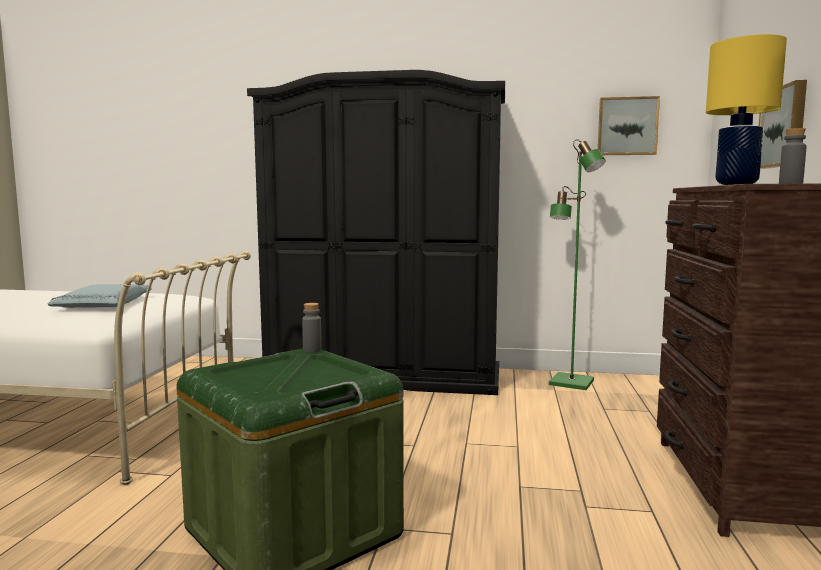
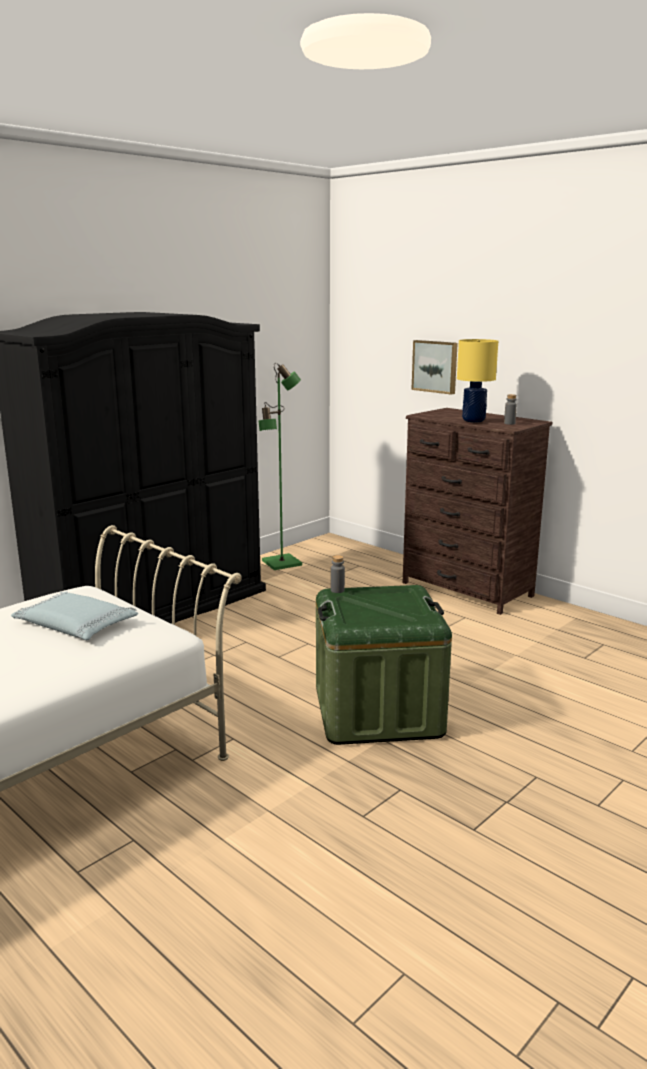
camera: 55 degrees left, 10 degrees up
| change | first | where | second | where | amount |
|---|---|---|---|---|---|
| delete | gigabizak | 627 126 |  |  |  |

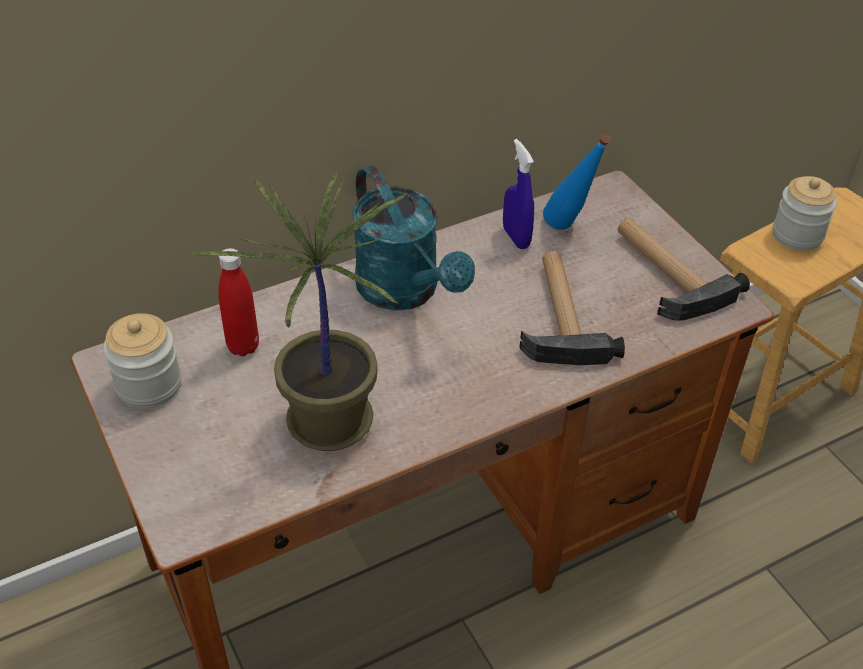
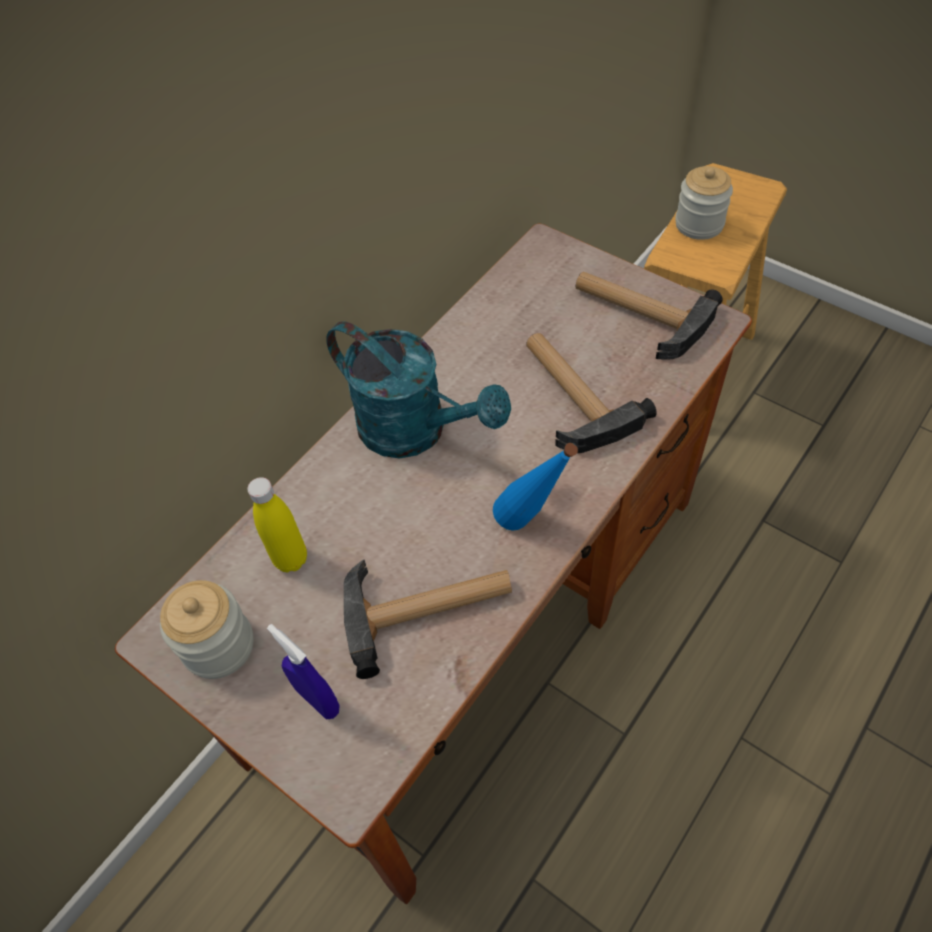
camera: 20 degrees left, 10 degrees up
| change | first | where | second | where | amount |
|---|---|---|---|---|---|
| move | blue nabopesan | 569 231 |  | 531 525 |  |
| move | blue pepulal | 516 238 |  | 317 699 |  |
| replace | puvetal | 331 425 | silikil | 428 607 |  |
| recolor | red nabopesan | 243 346 | yellow nabopesan | 291 559 |  |

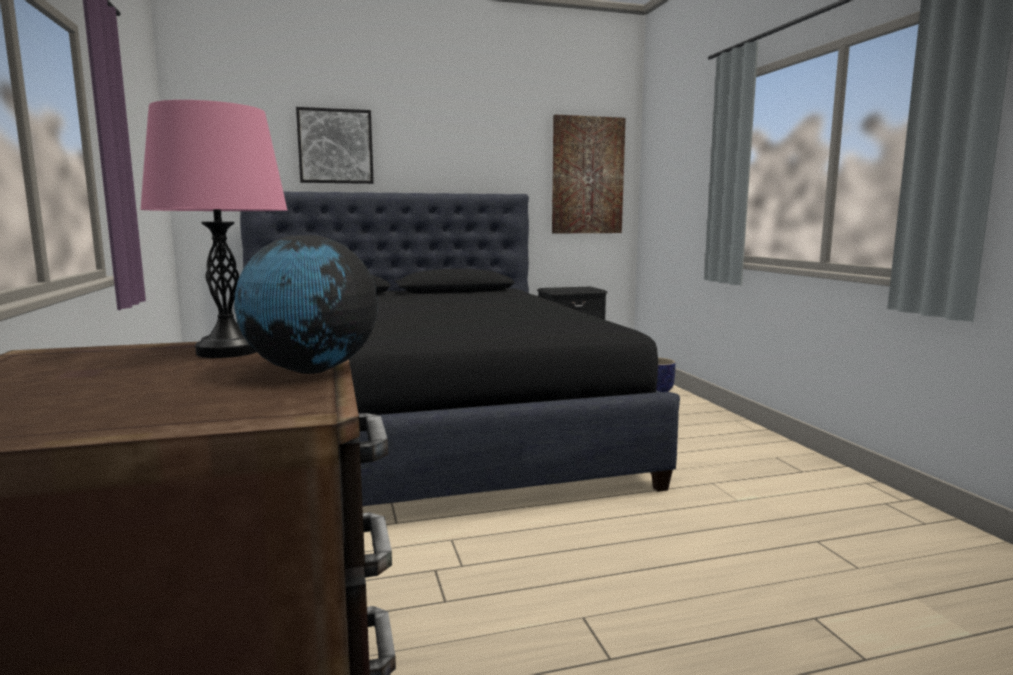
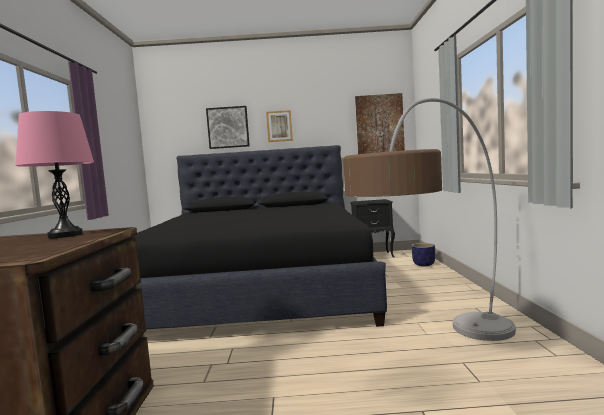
camera: 15 degrees right, 5 degrees down
| change | first | where | second | where | amount |
|---|---|---|---|---|---|
| delete | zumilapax | 311 370 |  |  |  |
| insert |  |  | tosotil | 440 356 |  |
| insert |  |  | gigabizak | 279 126 |  |

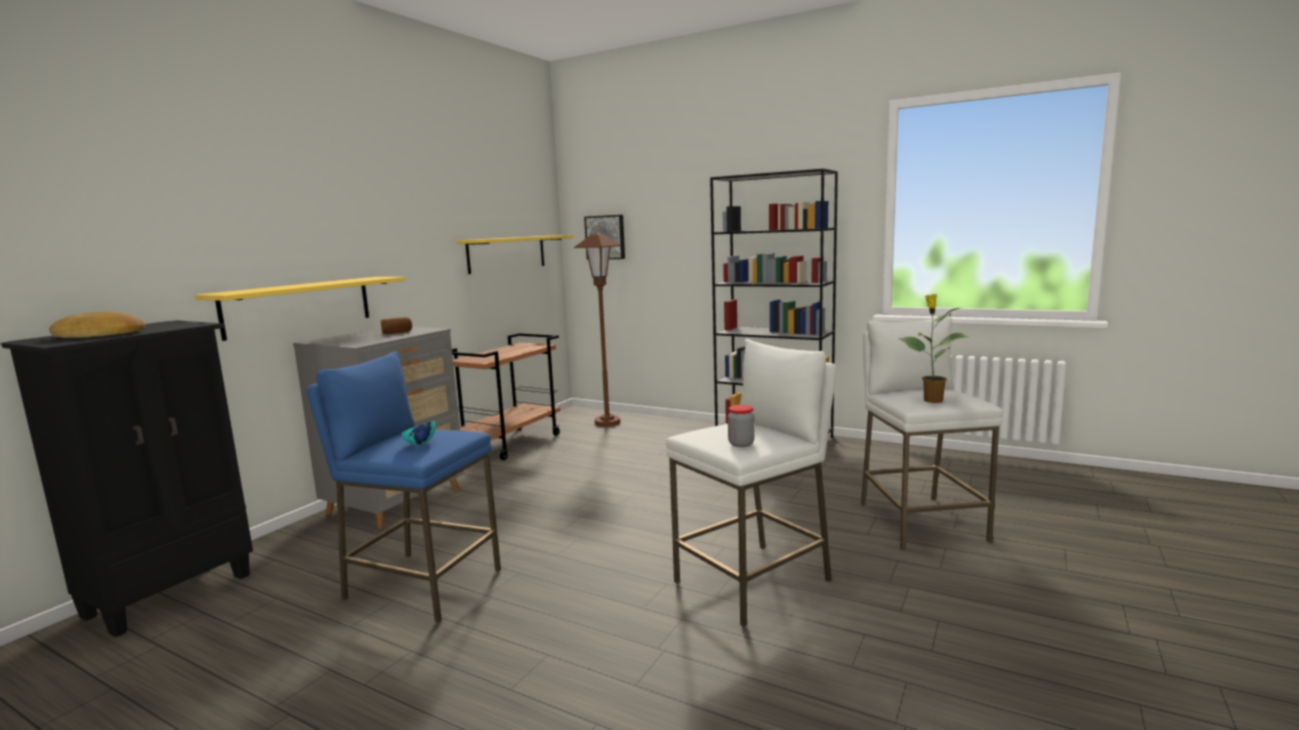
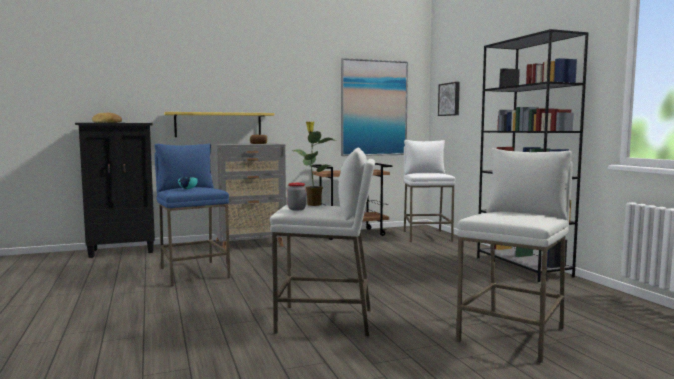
camera: 40 degrees right, 5 degrees down
| change | first | where | second | where | amount |
|---|---|---|---|---|---|
| replace | brown tosotil | 607 422 | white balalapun | 426 236 |  |
| replace | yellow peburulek | 507 253 | gigabizak | 374 108 |  |
| move | puvetal | 931 400 |  | 313 204 |  |

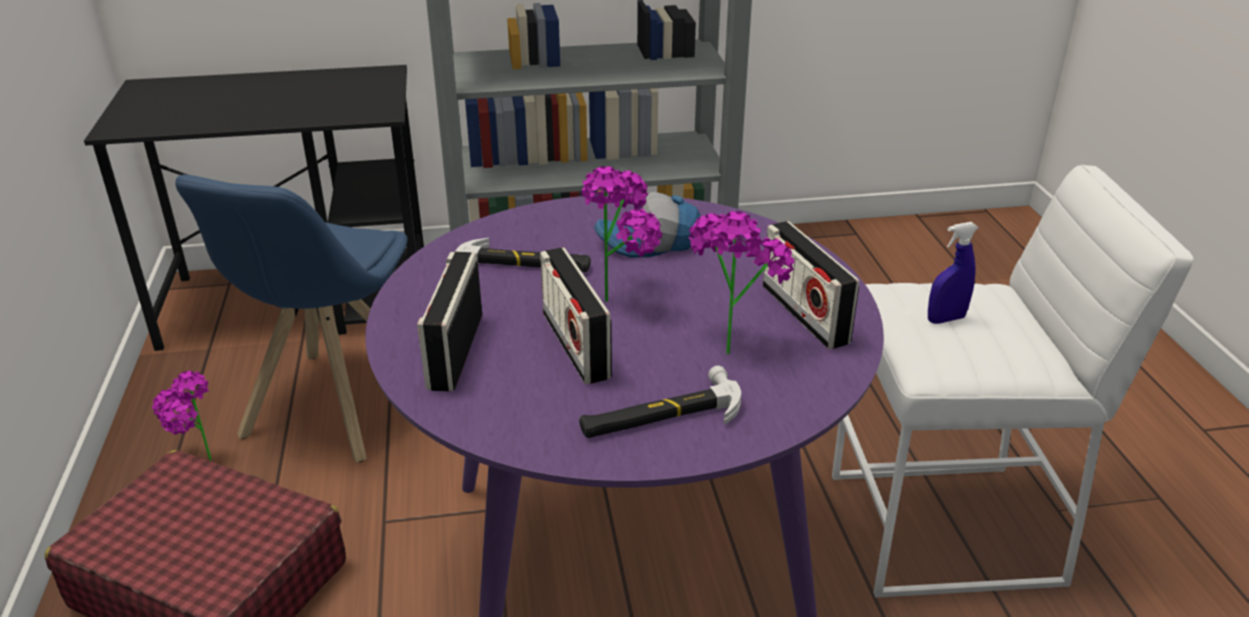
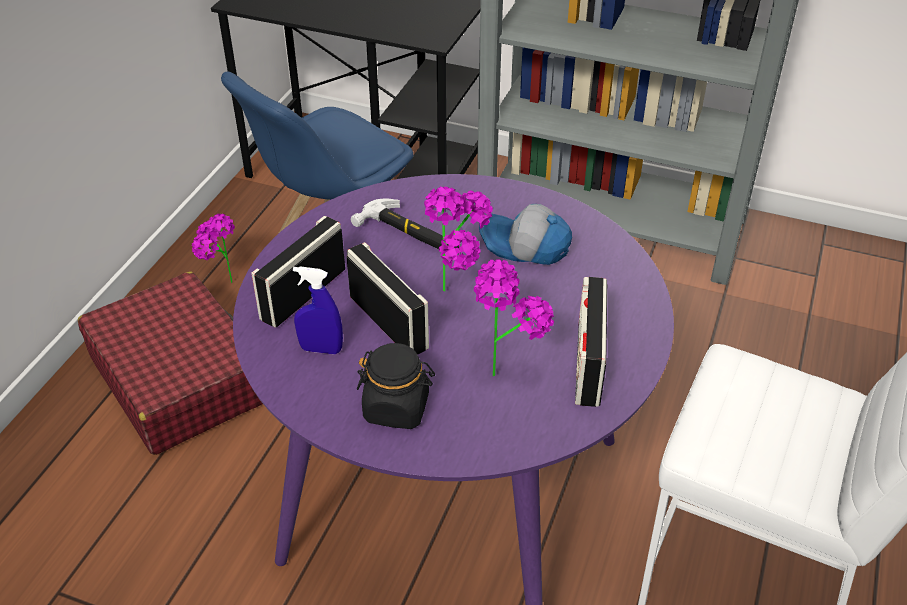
camera: 30 degrees right, 10 degrees up
| change | first | where | second | where | amount |
|---|---|---|---|---|---|
| move | blue pepulal | 945 319 |  | 321 349 |  |
| rotate | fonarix | 575 345 |  | 388 322 | 135 degrees clockwise |
| replace | silikil | 661 415 | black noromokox | 397 408 |  |

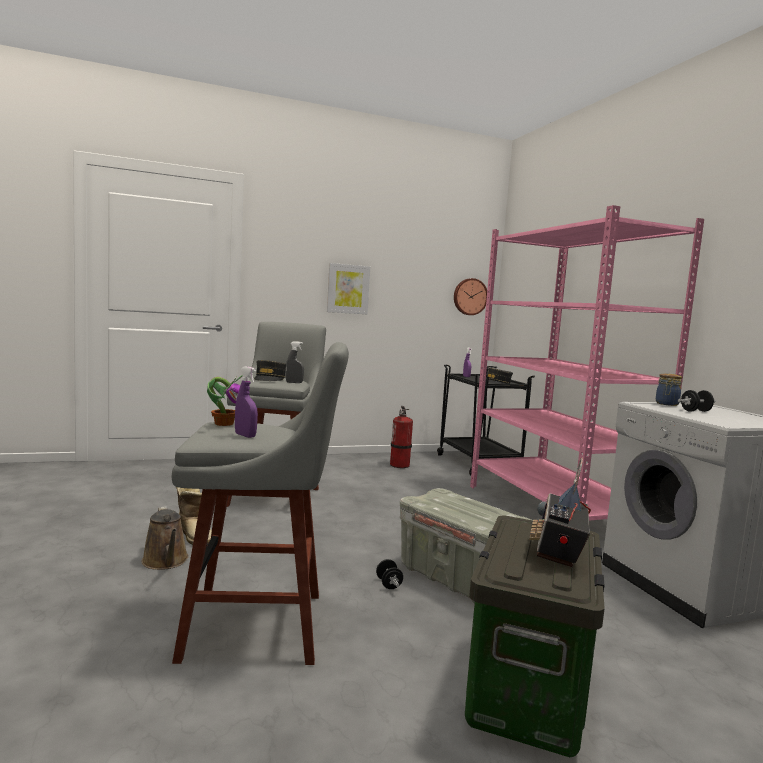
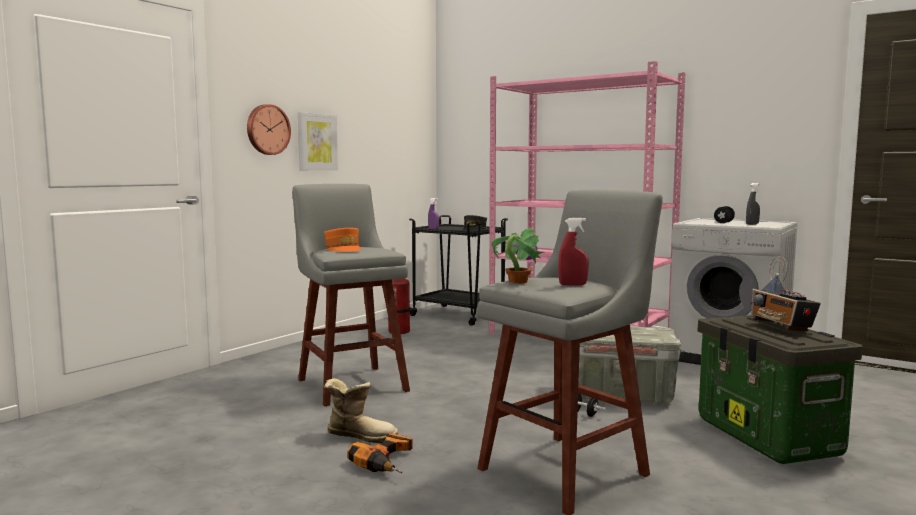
camera: 35 degrees left, 0 degrees up
| change | first | where | second | where | amount |
|---|---|---|---|---|---|
| move | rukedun | 469 296 |  | 267 129 |  |
| move | grey pepulal | 294 382 |  | 752 224 |  |
| recolor | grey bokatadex | 269 378 | orange bokatadex | 343 249 |  |
| recolor | purple pepulal | 245 435 | red pepulal | 572 285 |  |
| delete | noromokox | 666 404 |  |  |  |
| replace | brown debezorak | 166 561 | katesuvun | 388 462 |  |

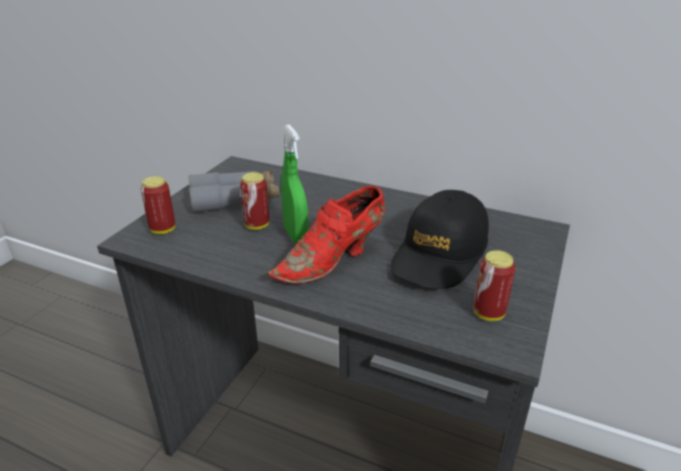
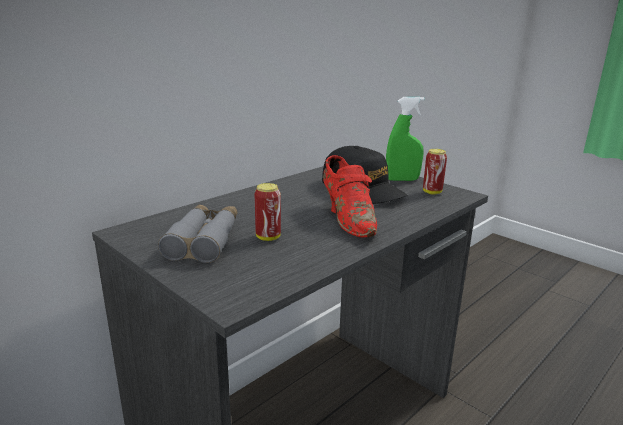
camera: 70 degrees left, 10 degrees down
| change | first | where | second | where | amount |
|---|---|---|---|---|---|
| move | green pepulal | 295 236 |  | 402 180 |  |
| delete | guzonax | 163 230 |  |  |  |

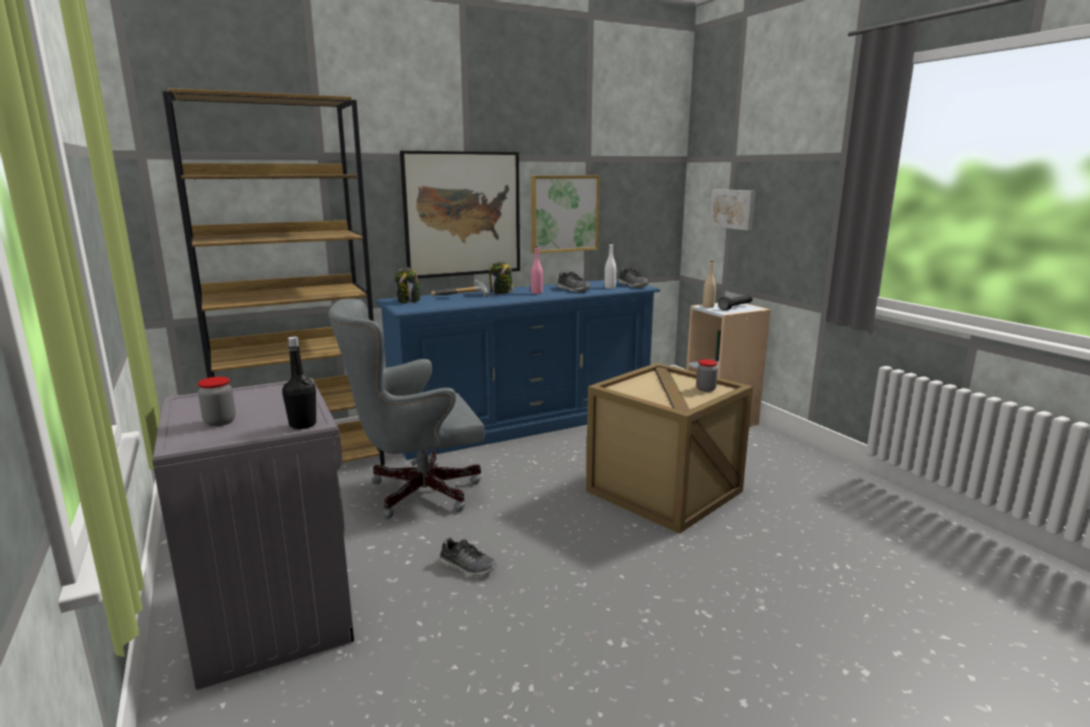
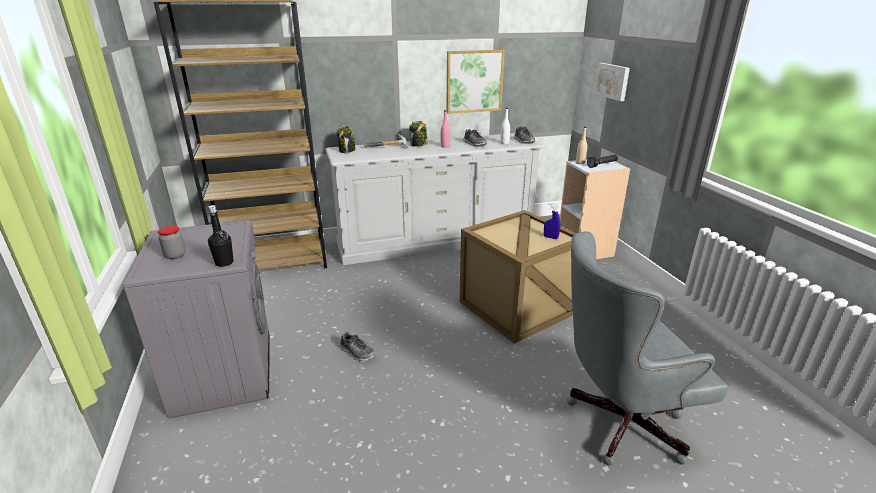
camera: 10 degrees right, 10 degrees up
| change | first | where | second | where | amount |
|---|---|---|---|---|---|
| delete | gigabizak | 462 214 |  |  |  |
| recolor | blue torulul | 526 422 | white torulul | 436 241 |  |
| move | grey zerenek | 416 493 |  | 619 426 |  |
| replace | noromokox | 706 389 | blue pepulal | 550 237 |  |

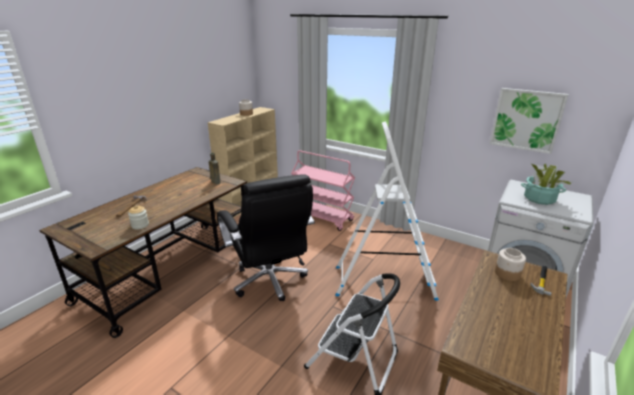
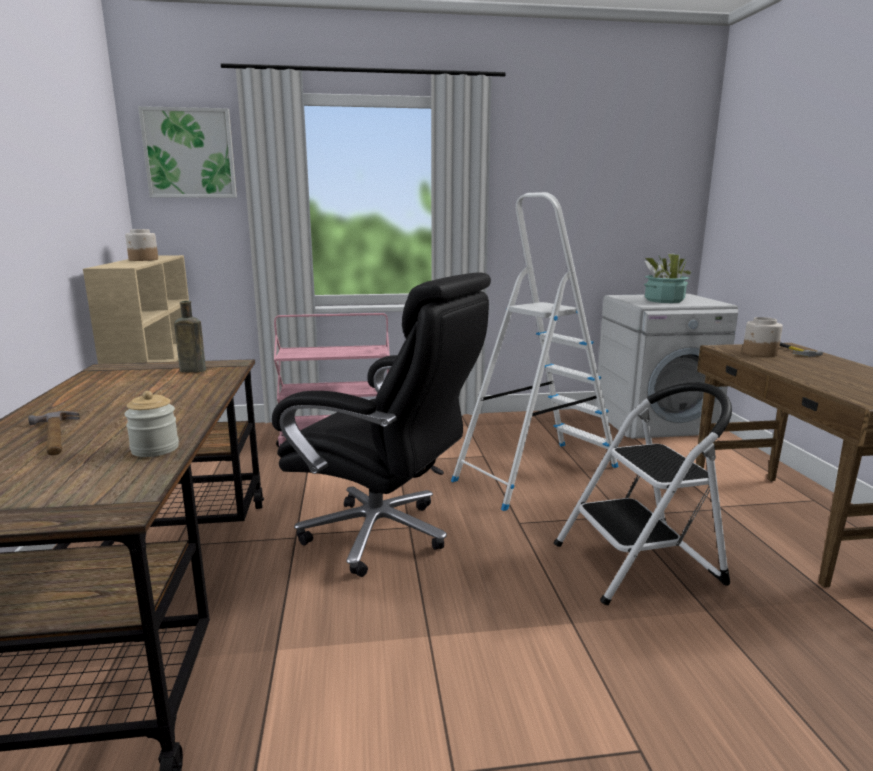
camera: 40 degrees left, 10 degrees down
| change | first | where | second | where | amount |
|---|---|---|---|---|---|
| move | gigabizak | 526 120 |  | 189 153 |  |

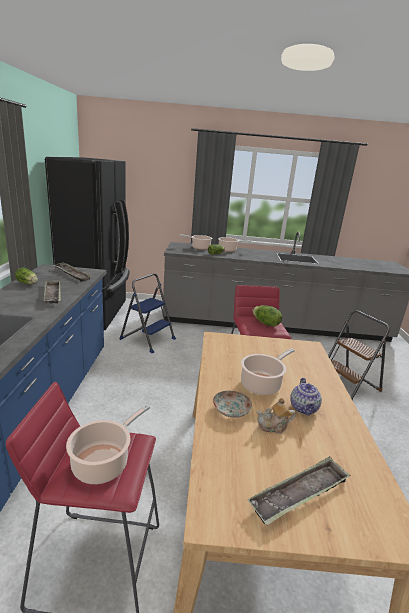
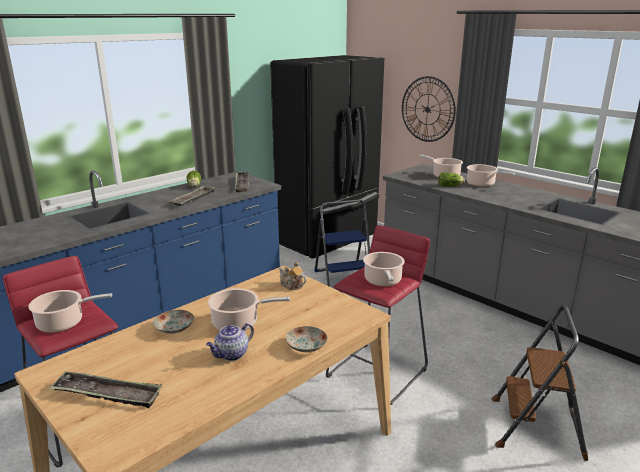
camera: 45 degrees right, 0 degrees up
| change | first | where | second | where | amount |
|---|---|---|---|---|---|
| replace | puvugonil | 265 323 | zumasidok | 383 281 |  |
| move | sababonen | 273 426 |  | 292 285 |  |
| insert |  |  | rukedun | 427 109 |  |
| insert |  |  | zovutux | 305 346 |  |

